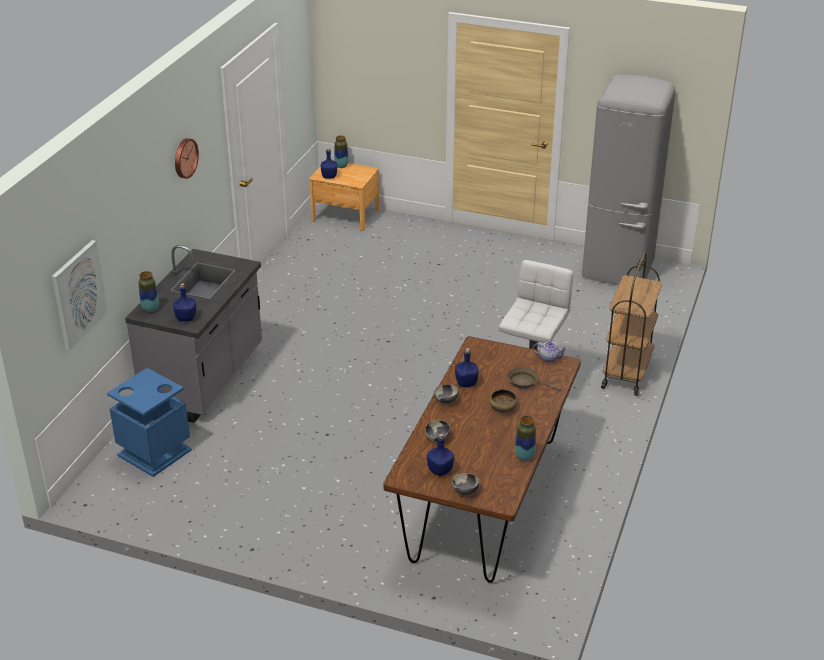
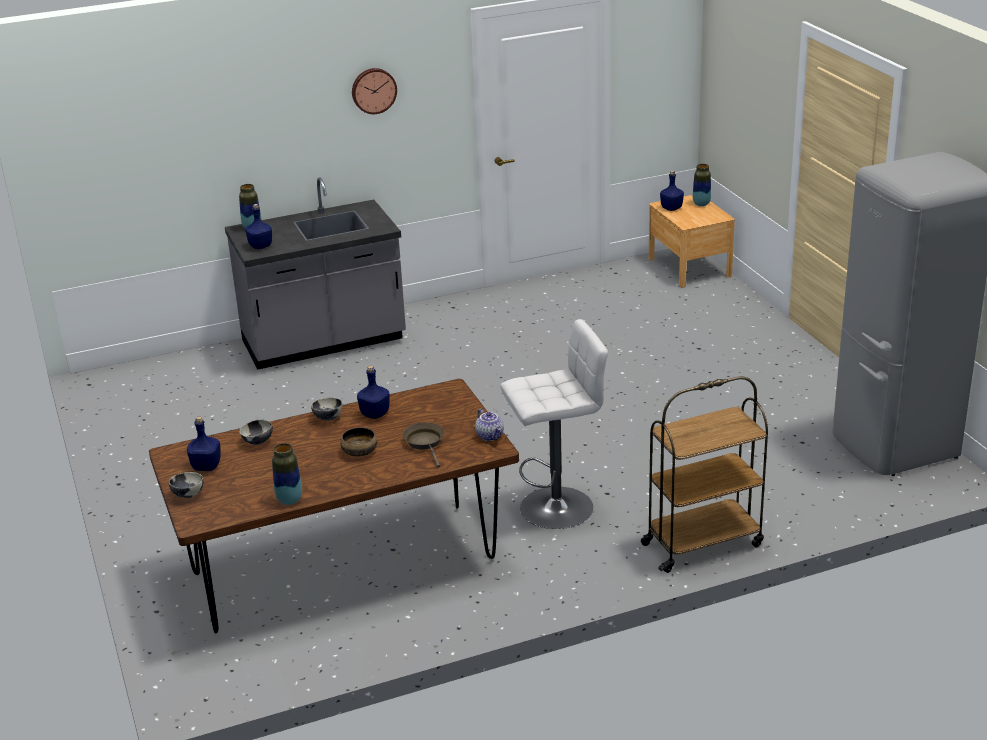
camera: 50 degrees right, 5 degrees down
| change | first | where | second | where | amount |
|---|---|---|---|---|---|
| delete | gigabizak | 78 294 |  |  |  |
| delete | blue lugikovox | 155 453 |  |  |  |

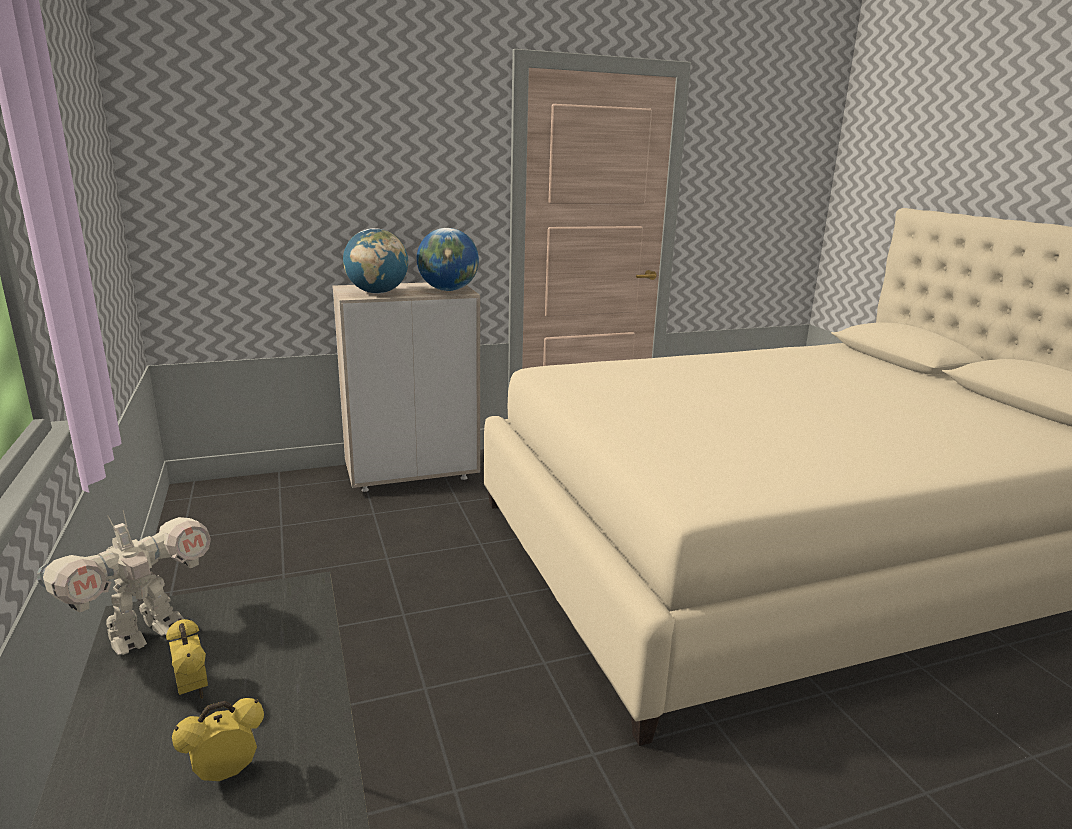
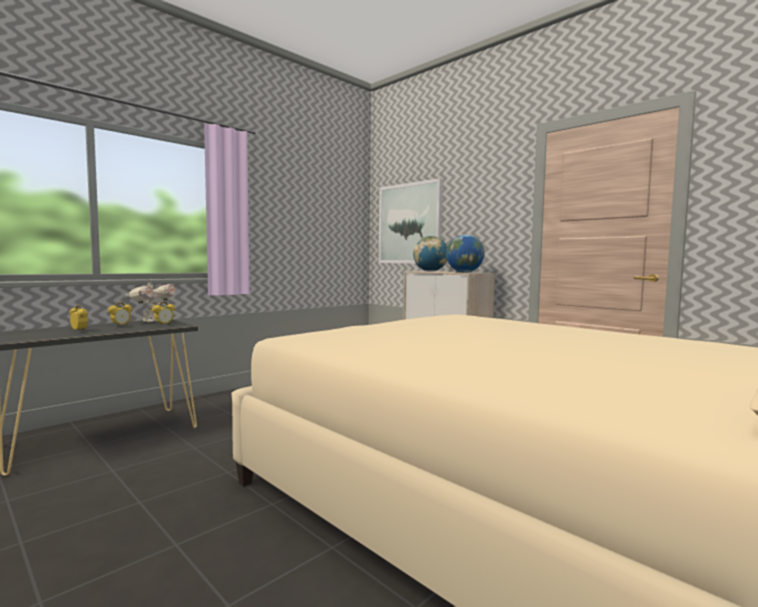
camera: 65 degrees right, 15 degrees down
| change | first | where | second | where | amount |
|---|---|---|---|---|---|
| rotate | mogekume | 143 632 |  | 152 321 | 90 degrees counterclockwise |
| insert |  |  | gigabizak | 409 223 |  |
| insert |  |  | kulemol | 164 325 |  |

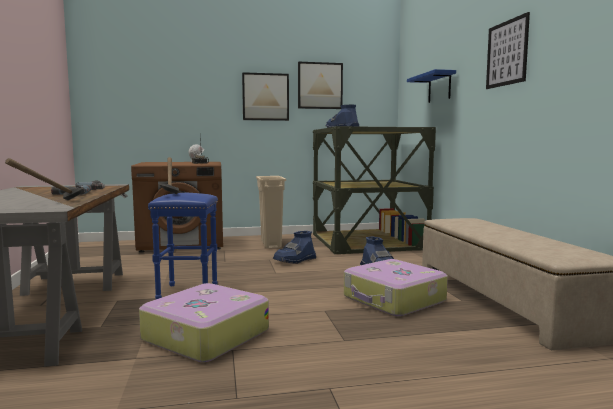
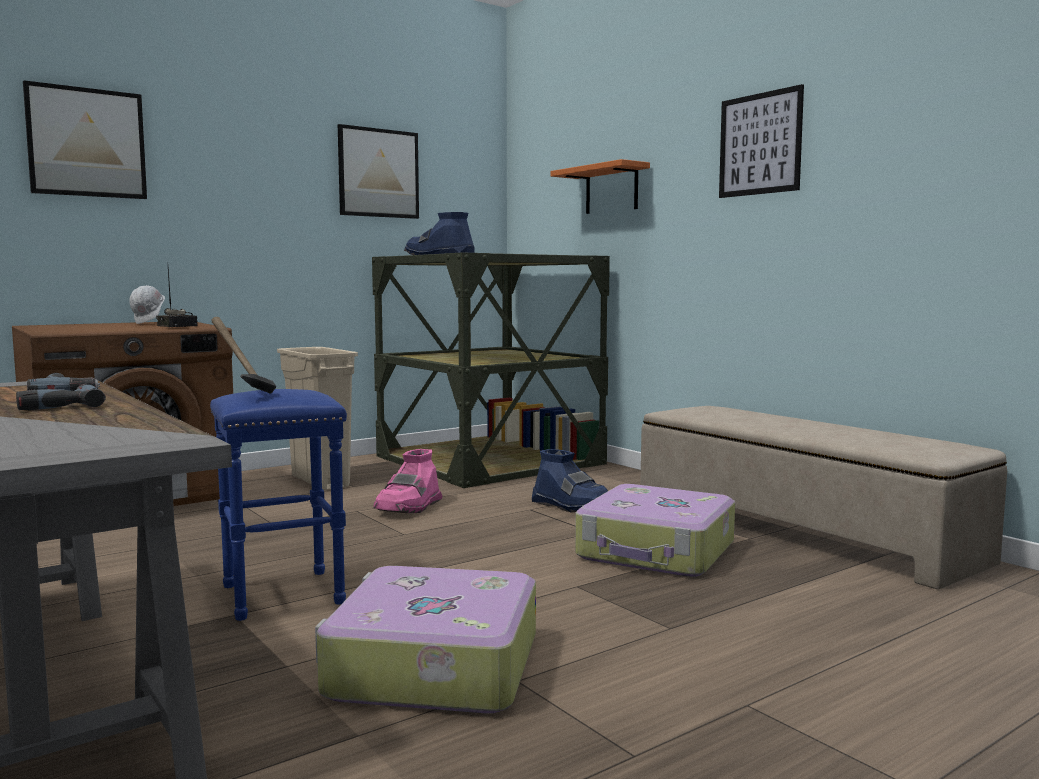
camera: 25 degrees left, 0 degrees up
| change | first | where | second | where | amount |
|---|---|---|---|---|---|
| recolor | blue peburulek | 439 88 | orange peburulek | 611 189 |  |
| move | gigabizak | 265 97 |  | 86 142 |  |
| delete | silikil | 50 203 |  |  |  |
| recolor | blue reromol | 295 260 | pink reromol | 409 507 |  |

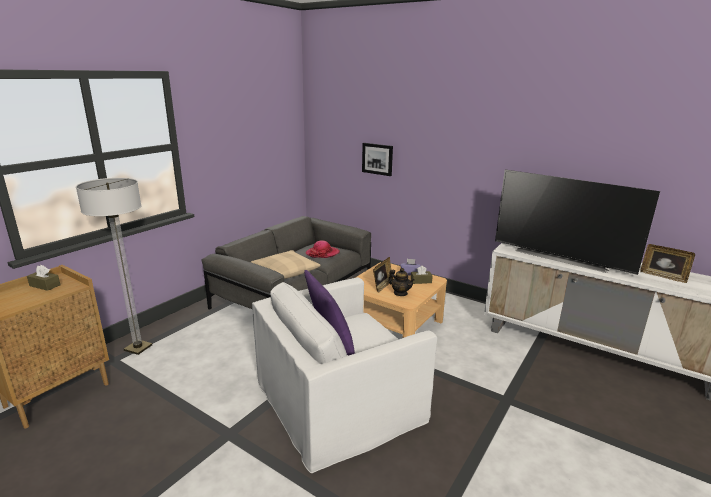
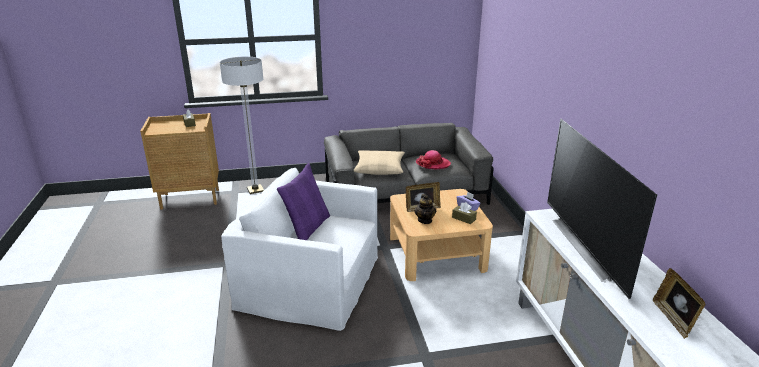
camera: 45 degrees right, 5 degrees up
| change | first | where | second | where | amount |
|---|---|---|---|---|---|
| delete | gigabizak | 377 159 |  |  |  |

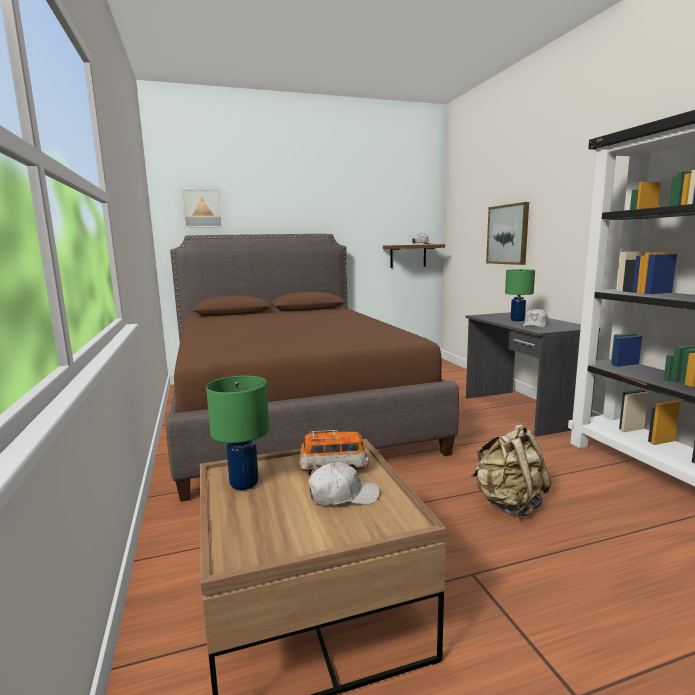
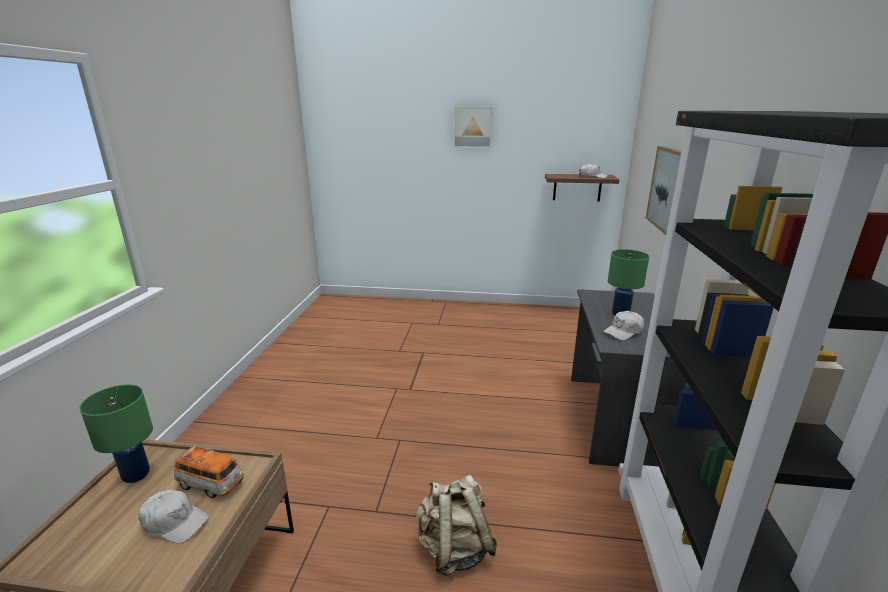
camera: 25 degrees right, 10 degrees up
| change | first | where | second | where | amount |
|---|---|---|---|---|---|
| move | gigabizak | 202 208 |  | 473 127 |  |
| delete | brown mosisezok | 291 411 |  |  |  |

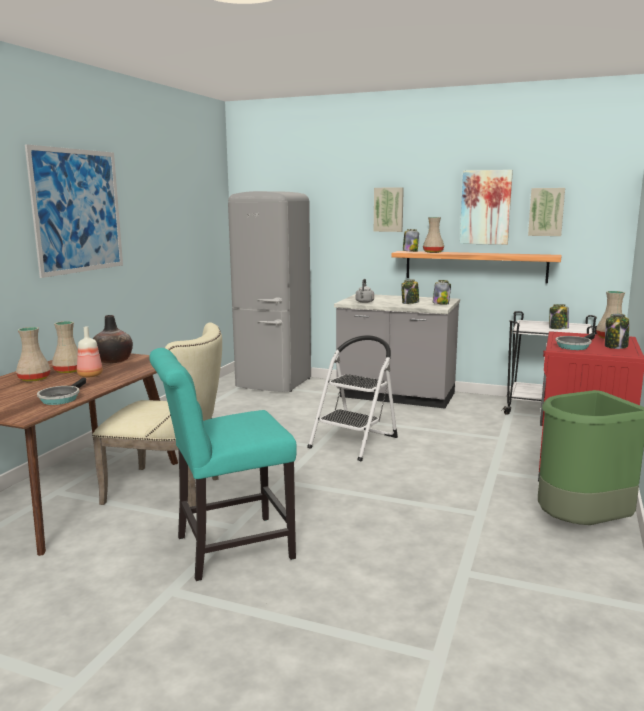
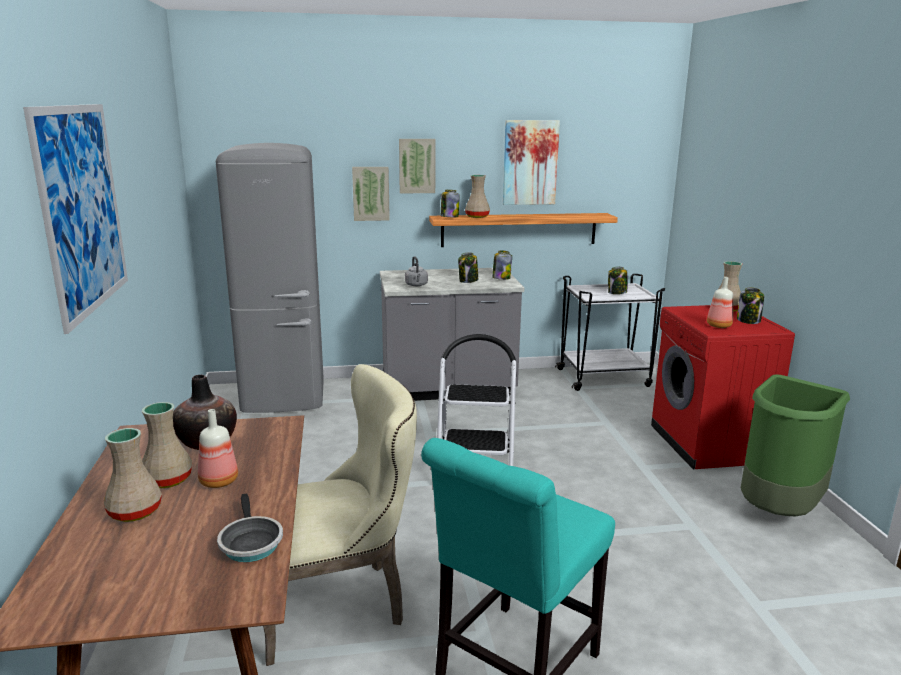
camera: 30 degrees left, 5 degrees up
| change | first | where | second | where | amount |
|---|---|---|---|---|---|
| move | gigabizak | 546 212 |  | 370 193 |  |
| replace | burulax | 574 346 | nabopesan | 718 326 |  |

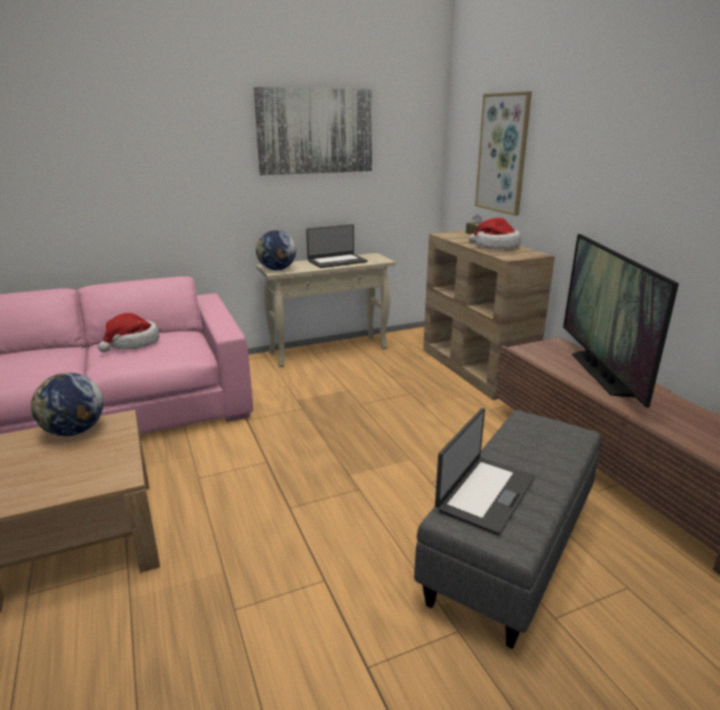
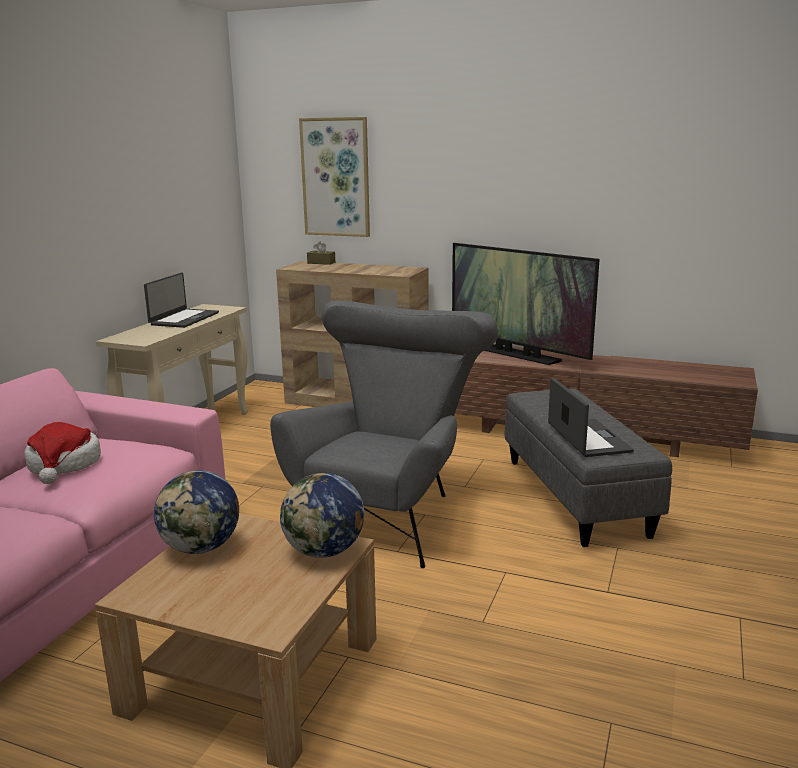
camera: 45 degrees left, 5 degrees down
| change | first | where | second | where | amount |
|---|---|---|---|---|---|
| delete | gigabizak | 315 131 |  |  |  |
| delete | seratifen | 495 246 |  |  |  |
| move | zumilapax | 277 269 |  | 324 551 |  |
| insert |  |  | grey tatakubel | 387 510 |  |

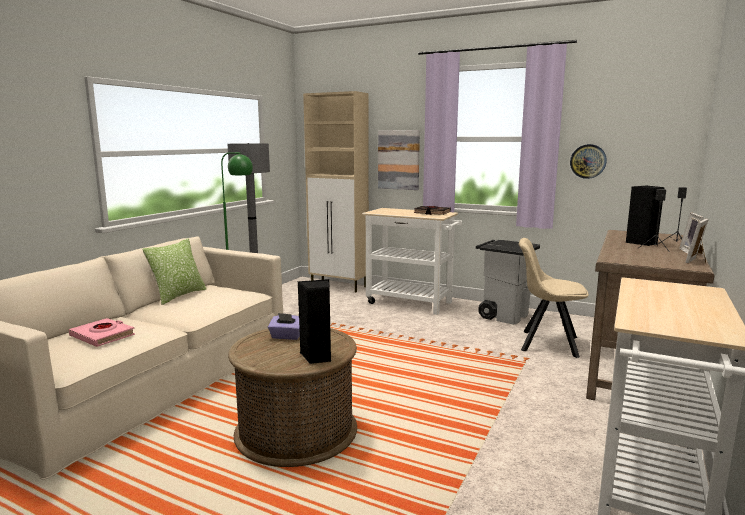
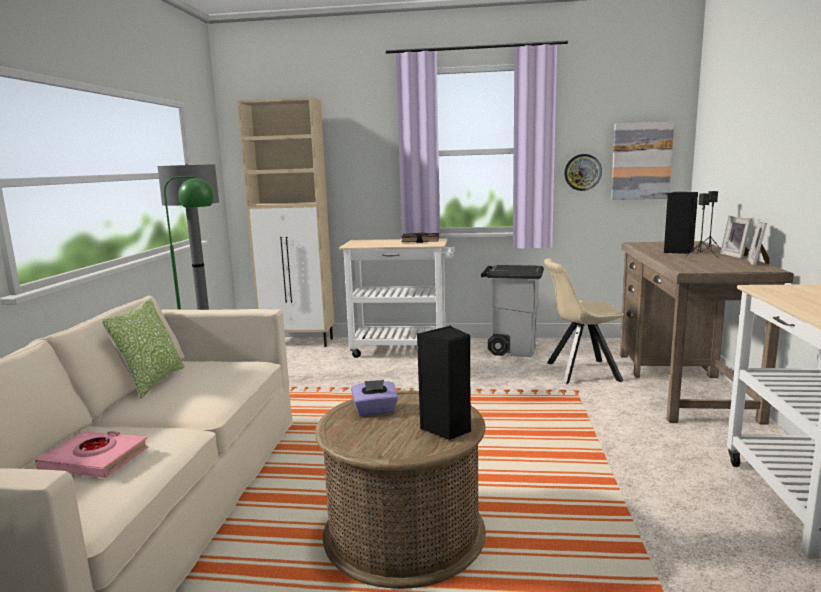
camera: 20 degrees left, 0 degrees up
| change | first | where | second | where | amount |
|---|---|---|---|---|---|
| move | gigabizak | 399 159 |  | 641 161 |  |

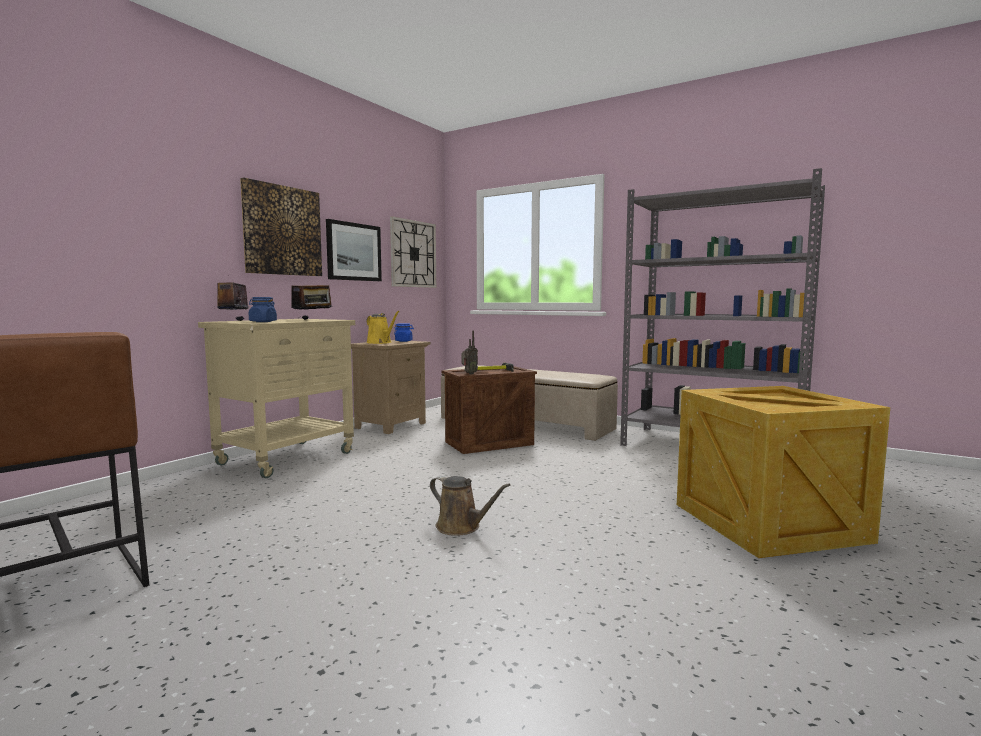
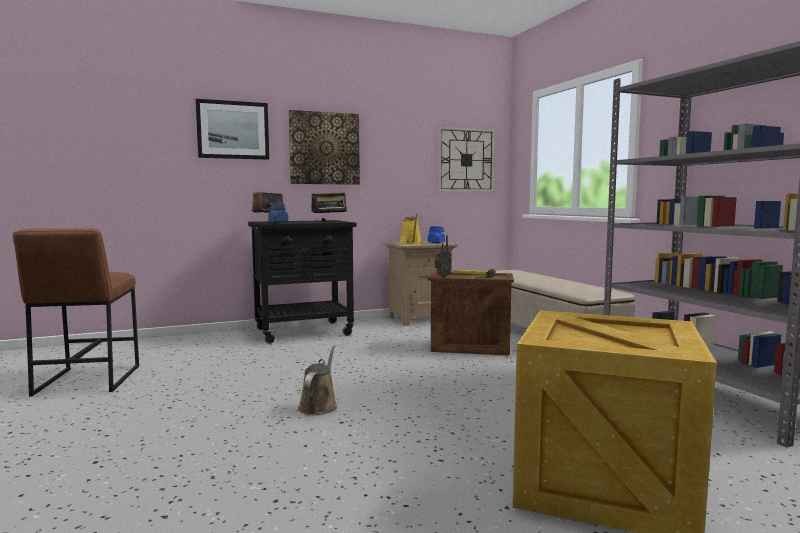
camera: 35 degrees right, 0 degrees up
| change | first | where | second | where | amount |
|---|---|---|---|---|---|
| move | gigabizak | 353 252 |  | 233 130 |  |
| recolor | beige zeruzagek | 287 458 | black zeruzagek | 304 332 |  |
| rotate | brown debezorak | 461 527 |  | 319 406 | 150 degrees counterclockwise |

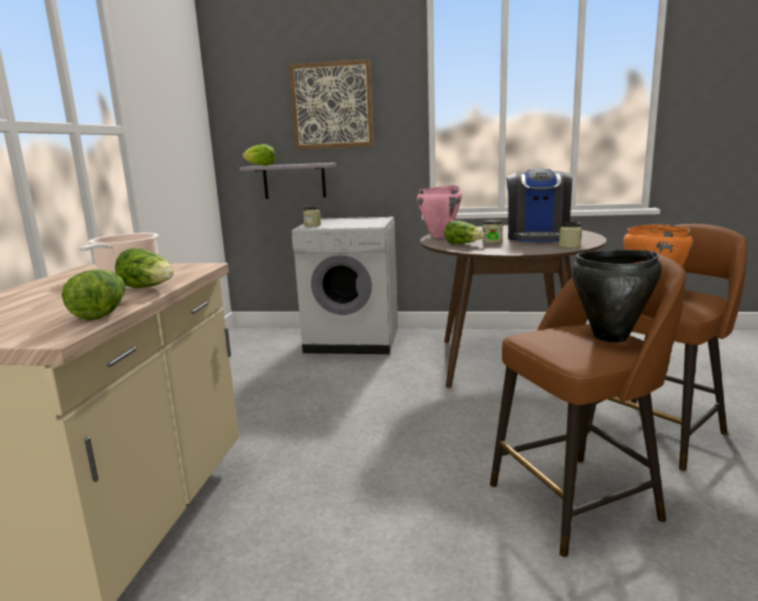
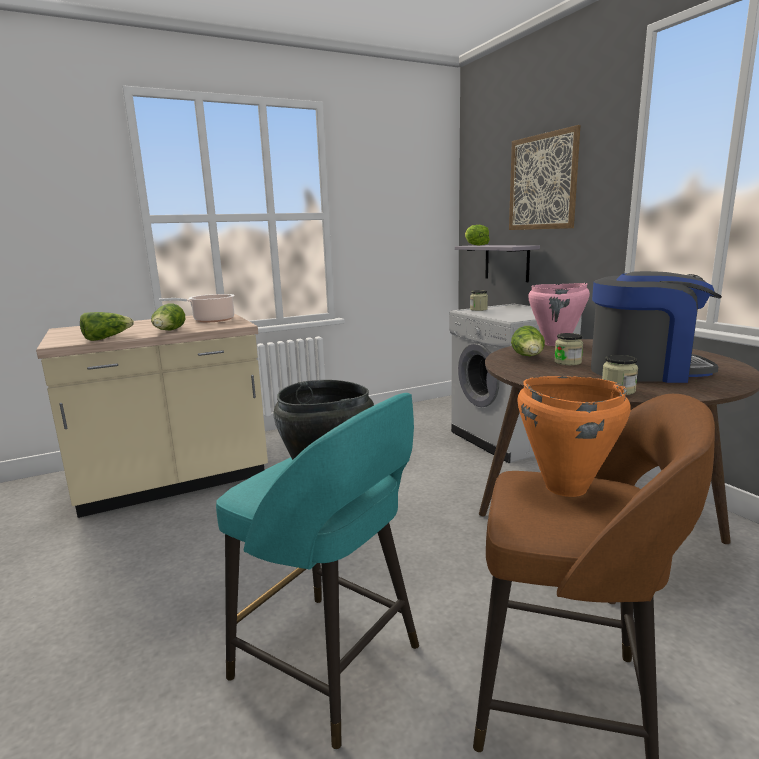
camera: 55 degrees right, 0 degrees up
| change | first | where | second | where | amount |
|---|---|---|---|---|---|
| rotate | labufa | 537 237 |  | 645 370 | 150 degrees counterclockwise |
| recolor | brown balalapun | 577 501 | turquoise balalapun | 330 664 |  |

